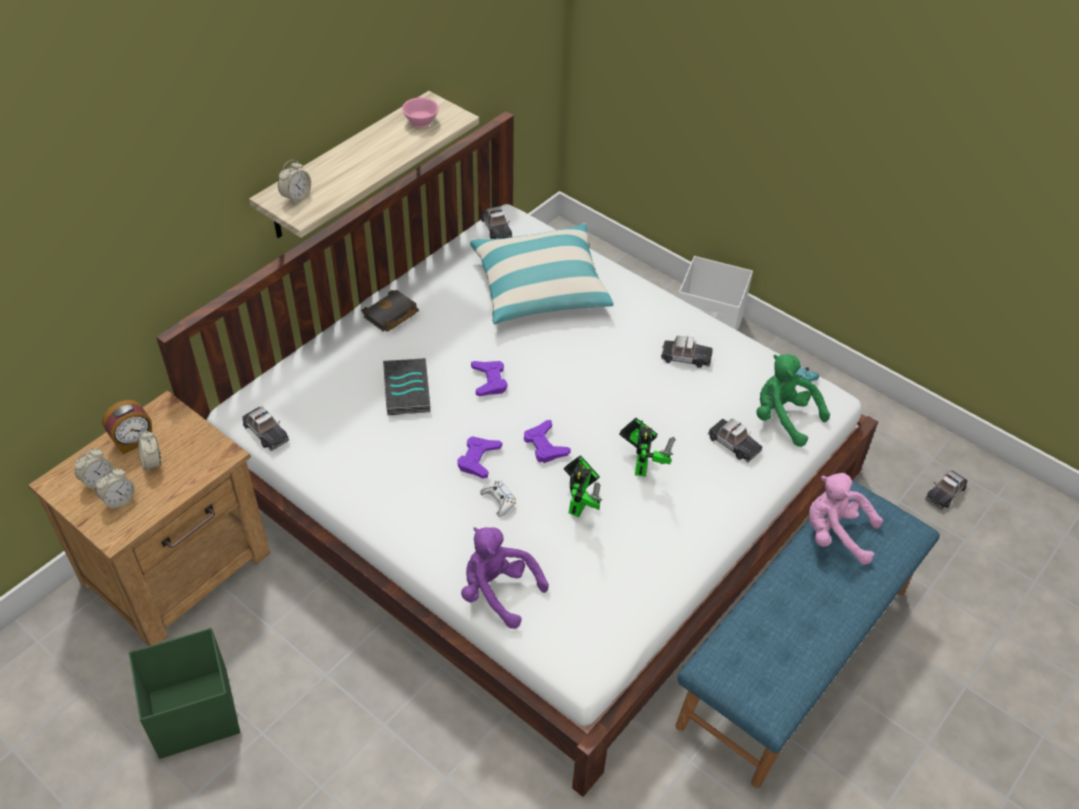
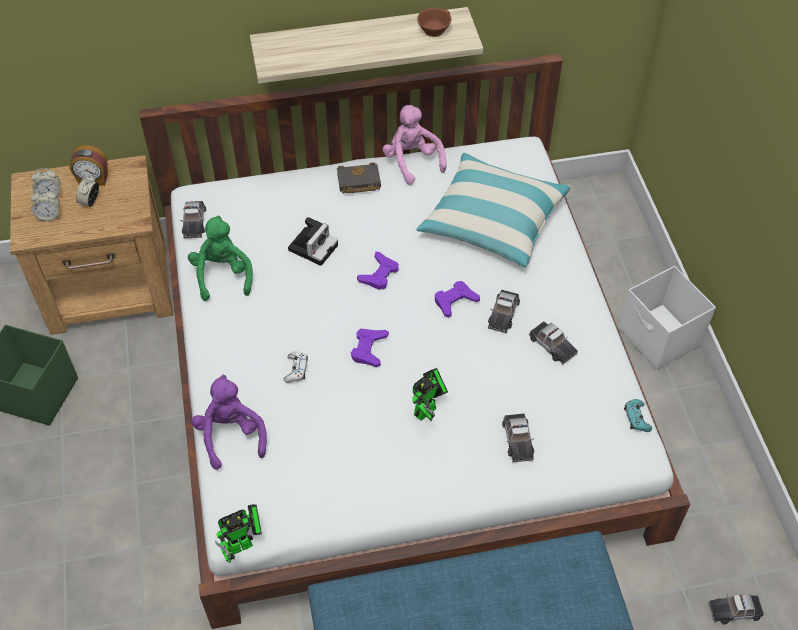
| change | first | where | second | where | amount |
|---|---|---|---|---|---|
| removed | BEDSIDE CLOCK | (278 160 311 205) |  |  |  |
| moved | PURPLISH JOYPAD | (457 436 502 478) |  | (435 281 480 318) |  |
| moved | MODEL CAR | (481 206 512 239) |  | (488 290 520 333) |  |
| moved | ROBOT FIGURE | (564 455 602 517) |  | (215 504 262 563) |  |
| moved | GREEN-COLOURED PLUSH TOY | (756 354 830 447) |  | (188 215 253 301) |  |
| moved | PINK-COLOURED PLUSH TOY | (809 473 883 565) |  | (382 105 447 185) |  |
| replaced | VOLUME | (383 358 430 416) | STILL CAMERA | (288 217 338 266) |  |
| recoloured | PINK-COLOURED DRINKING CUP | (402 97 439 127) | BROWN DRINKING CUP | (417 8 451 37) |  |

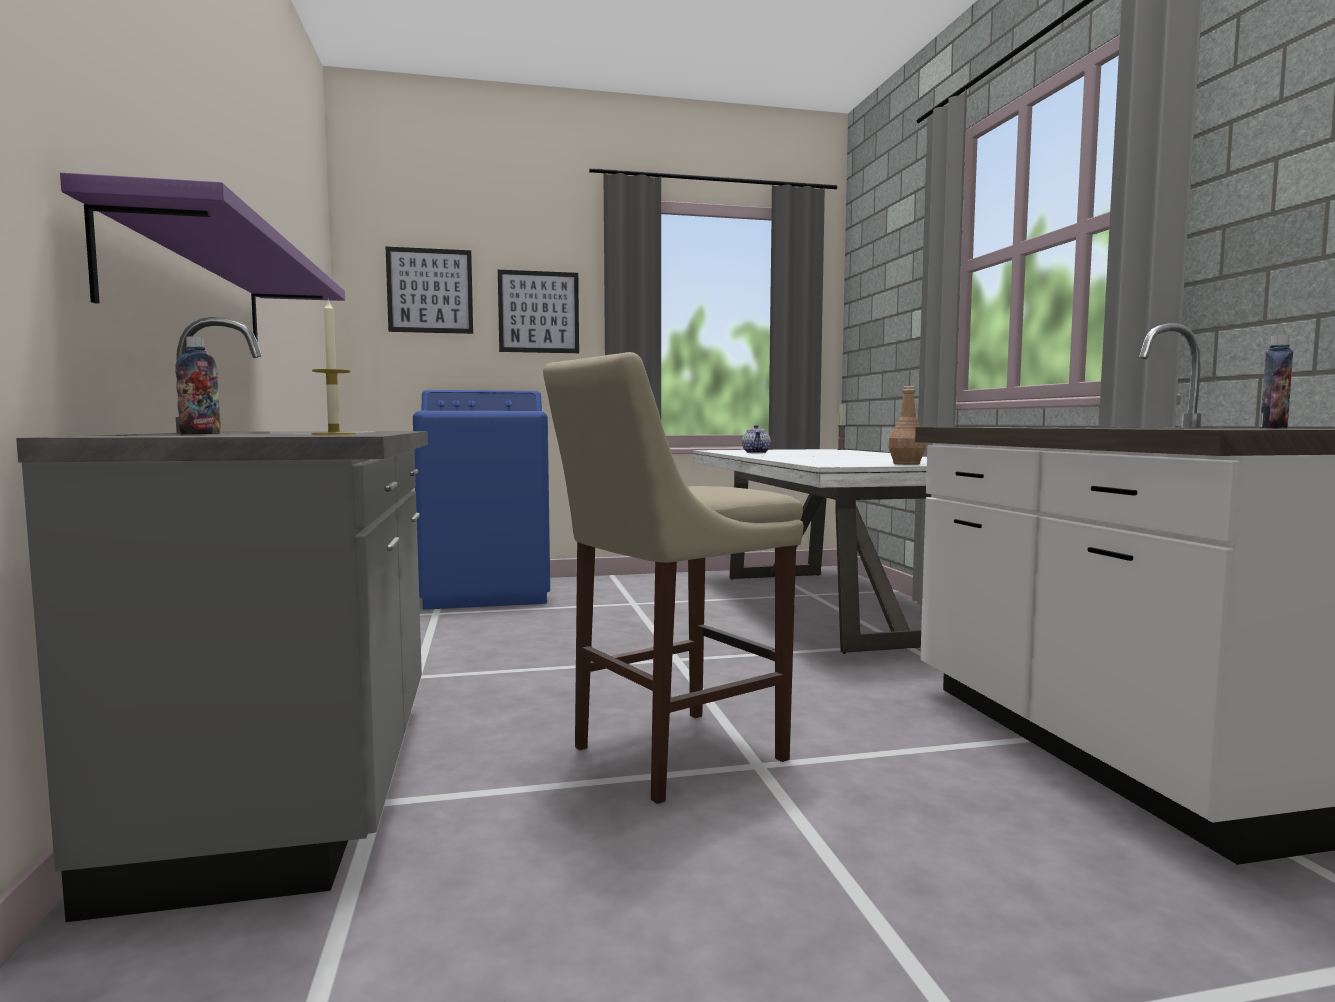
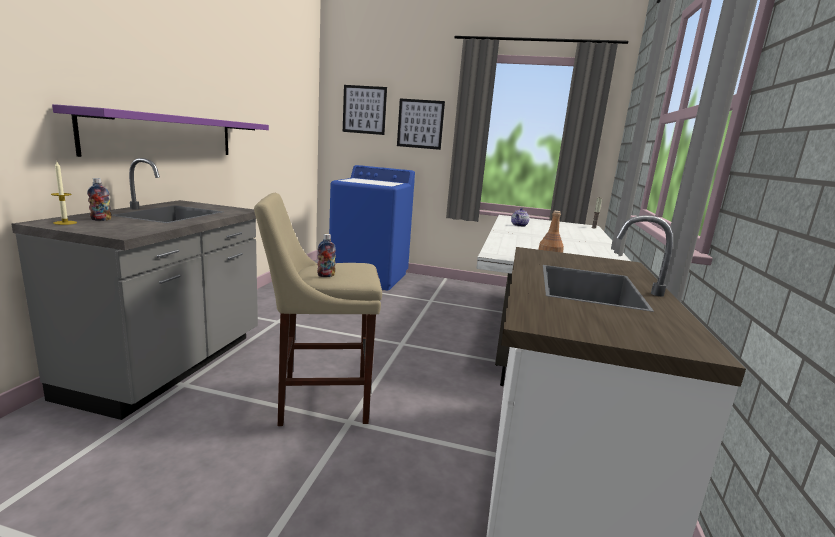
| change | first | where | second | where | amount |
|---|---|---|---|---|---|
| moved | WAX CANDLE | (312 298 356 435) |  | (51 162 77 225) |  |
| moved | BEVERAGE BOTTLE | (1260 335 1293 428) |  | (317 234 336 277) |  |

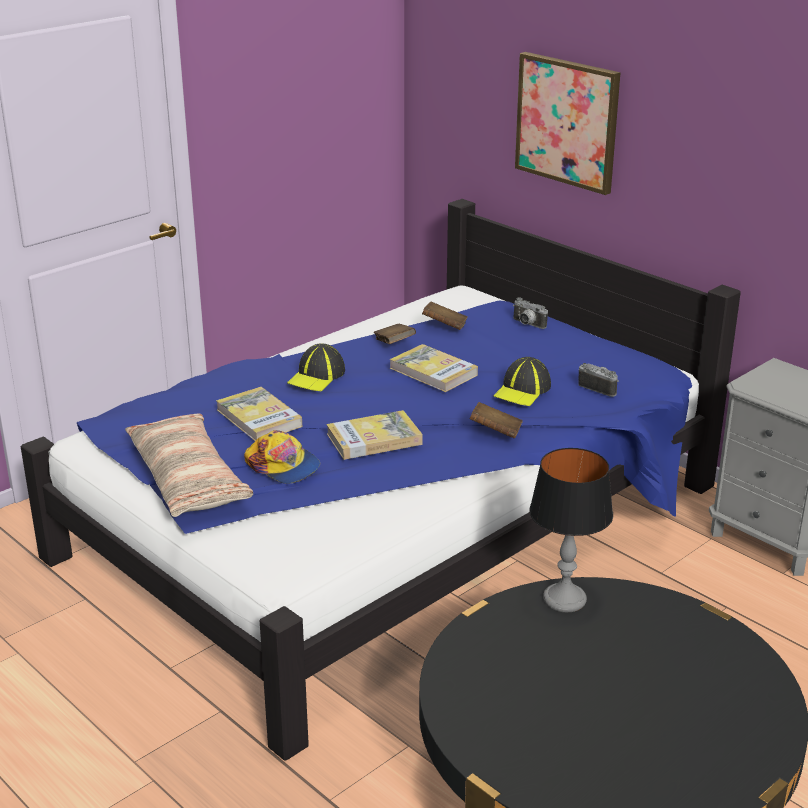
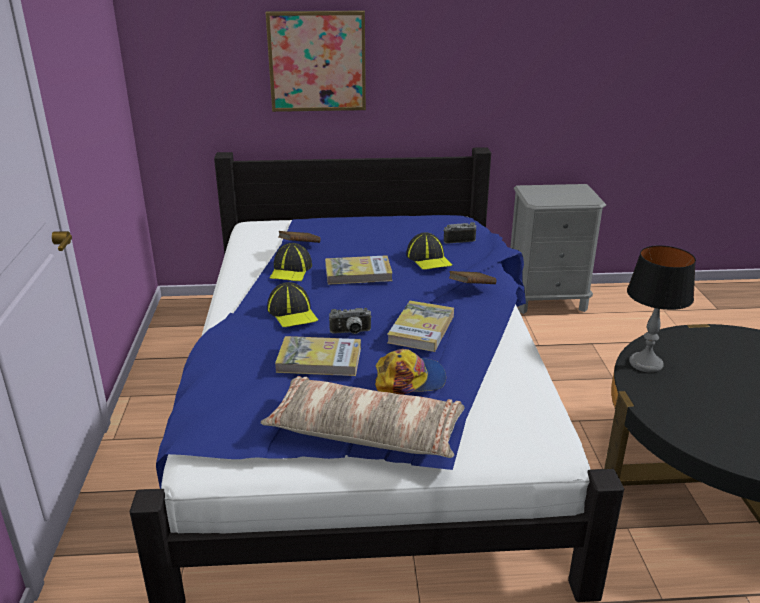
| change | first | where | second | where | amount |
|---|---|---|---|---|---|
| moved | STILL CAMERA | (513 297 548 329) |  | (329 308 372 334) |  |
| replaced | BROWN VOLUME | (373 324 416 344) | PEAKED CAP | (270 243 312 281) |  |

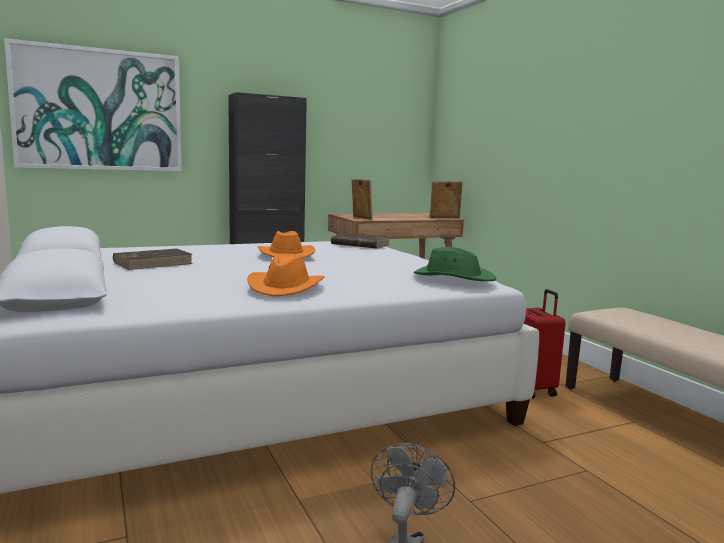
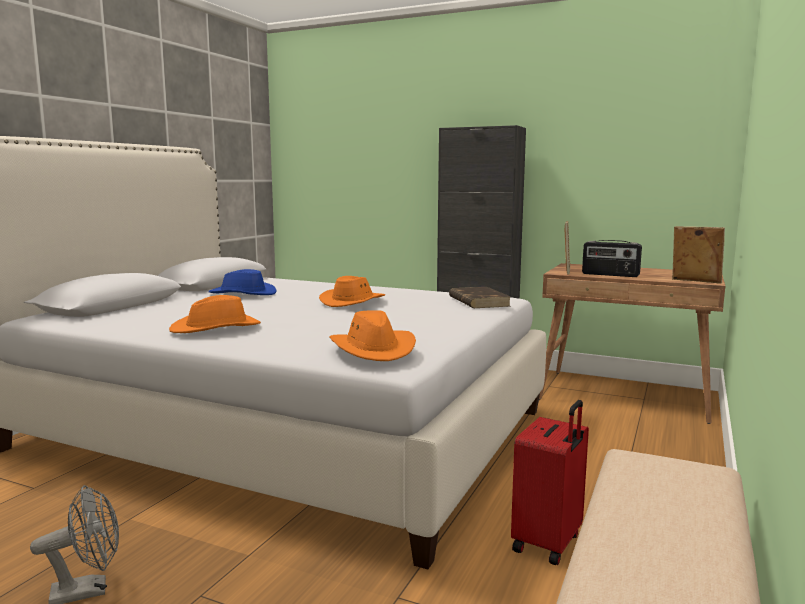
| change | first | where | second | where | amount |
|---|---|---|---|---|---|
| removed | PICTURE | (4 38 182 171) |  |  |  |
| added |  |  | RADIO RECEIVER | (582 240 642 277) |  |
| replaced | BROWN VOLUME | (113 248 193 270) | BLUISH HAT | (208 269 276 295) |  |
| recoloured | GREEN-COLOURED HAT | (414 247 496 281) | ORANGE HAT | (329 310 416 361) |  |

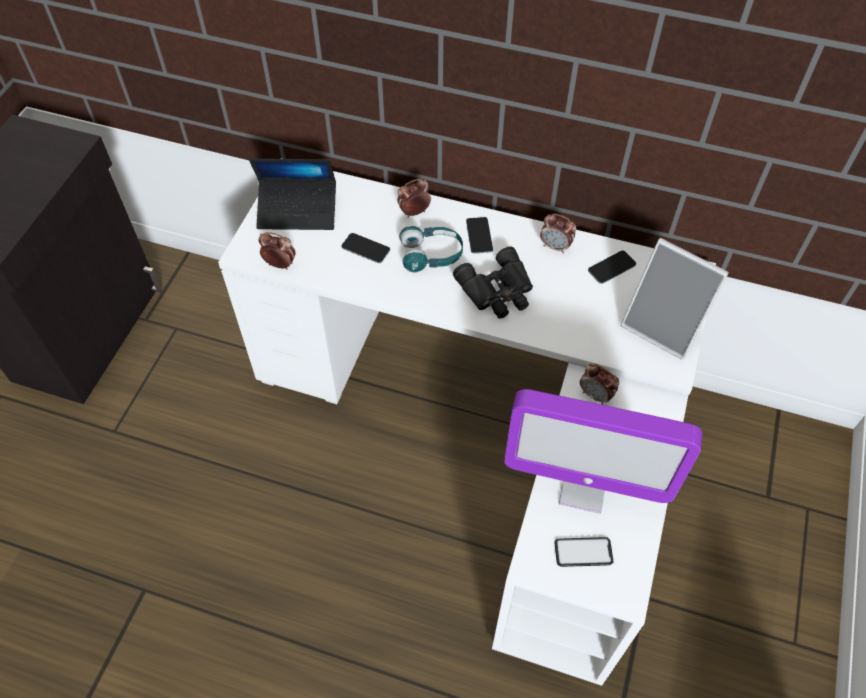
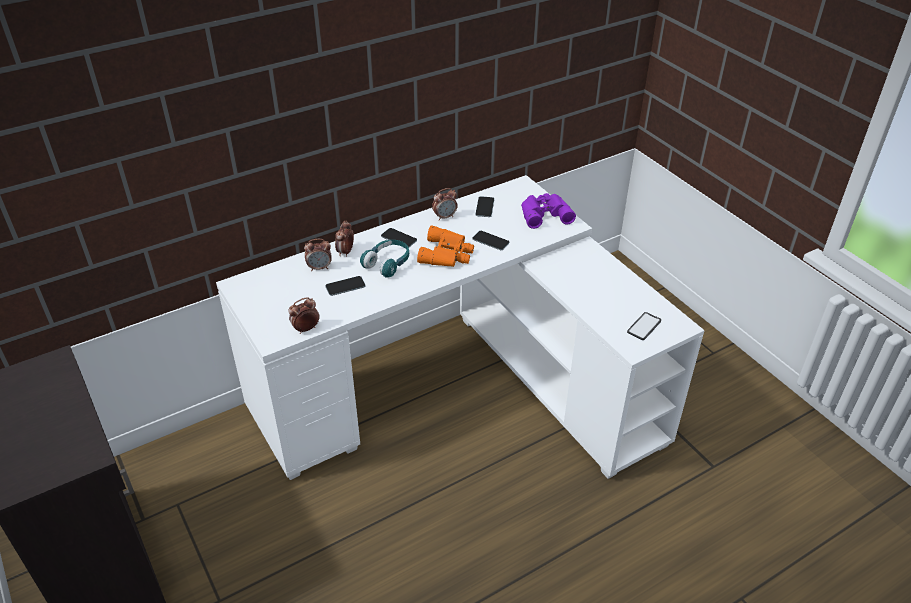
| change | first | where | second | where | amount |
|---|---|---|---|---|---|
| removed | NOTEBOOK COMPUTER | (249 159 336 230) |  |  |  |
| removed | COMPUTER SCREEN | (504 389 702 514) |  |  |  |
| added |  |  | PHONE | (472 231 509 250) |  |
| moved | BEDSIDE CLOCK | (580 363 619 405) |  | (304 239 332 271) |  |
| replaced | PICTURE FRAME | (621 238 729 360) | PURPLISH FIELD GLASSES | (521 193 576 229) |  |
| recoloured | BLACKISH FIELD GLASSES | (453 247 533 319) | ORANGE FIELD GLASSES | (417 226 474 267) |  |

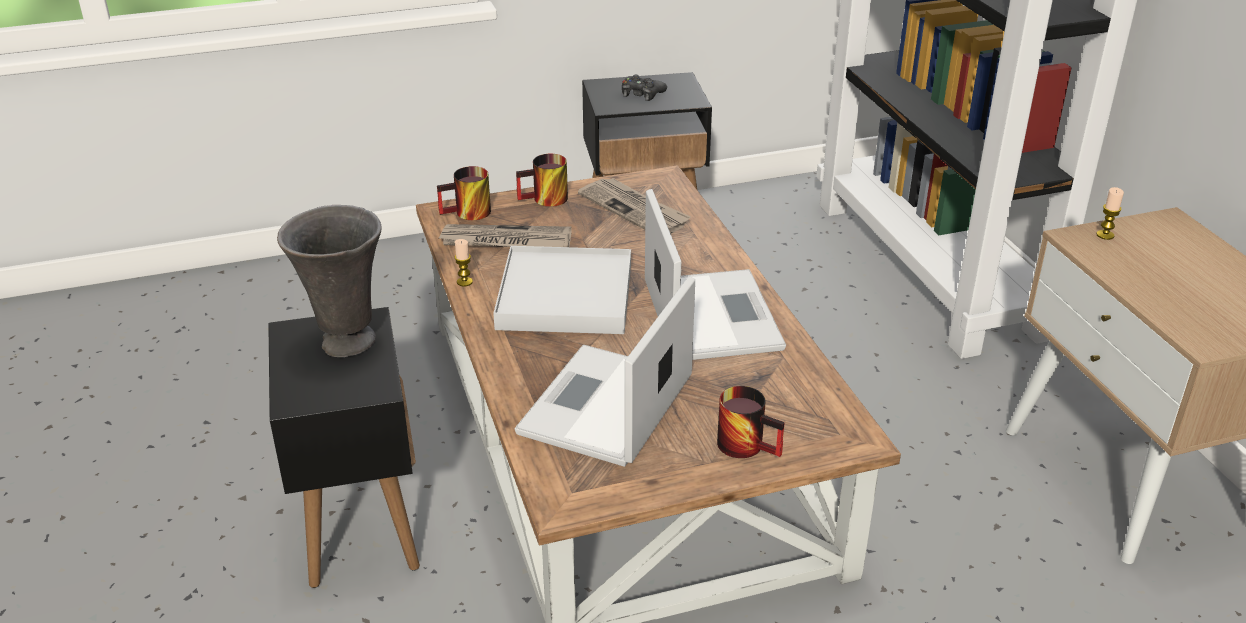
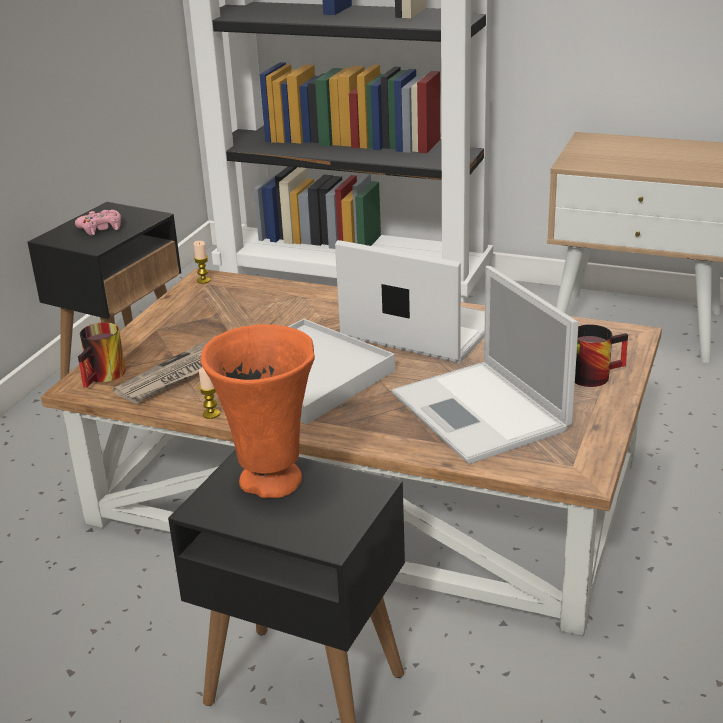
| change | first | where | second | where | amount |
|---|---|---|---|---|---|
| removed | MUG | (516 154 568 207) |  |  |  |
| removed | PRINTED PAPER | (578 178 691 234) |  |  |  |
| moved | WAX CANDLE | (1096 187 1124 240) |  | (193 241 211 284) |  |
| recoloured | GREY VASE | (277 205 382 357) | ORANGE VASE | (201 324 315 498) |  |
| recoloured | BLACKISH JOYPAD | (622 75 667 101) | PINK-COLOURED JOYPAD | (75 210 121 235) |  |

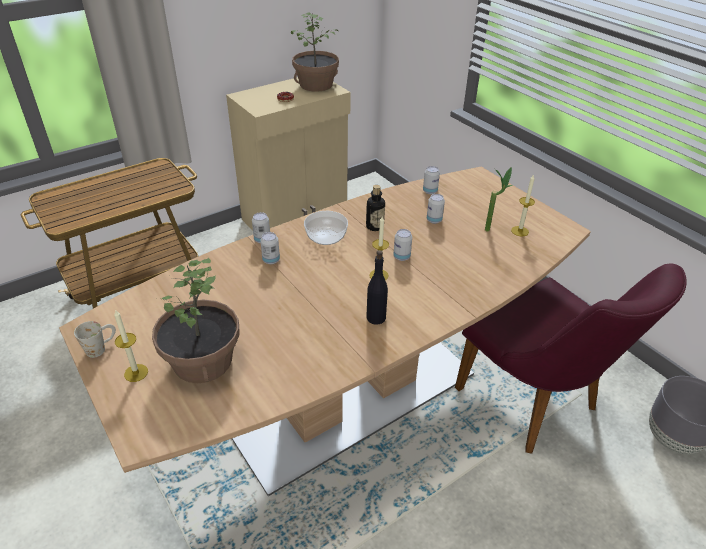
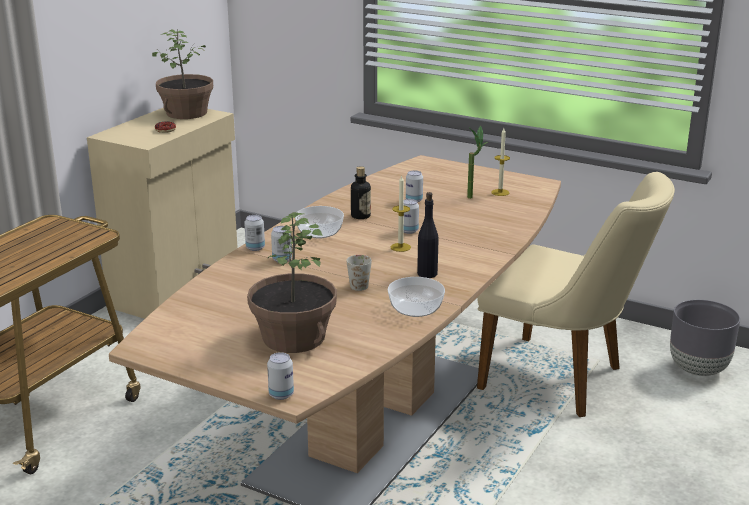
| change | first | where | second | where | amount |
|---|---|---|---|---|---|
| removed | WAX CANDLE | (114 309 148 382) |  |  |  |
| added |  |  | SERVING BOWL | (388 277 445 317) |  |
| moved | WHITE MUG | (74 321 116 358) |  | (346 255 372 291) |  |
| moved | METAL CAN | (423 166 440 194) |  | (267 352 294 400) |  |
| recoloured | PURPLISH CHAIR | (455 263 687 454) | BEIGE CHAIR | (477 172 675 417) |  |

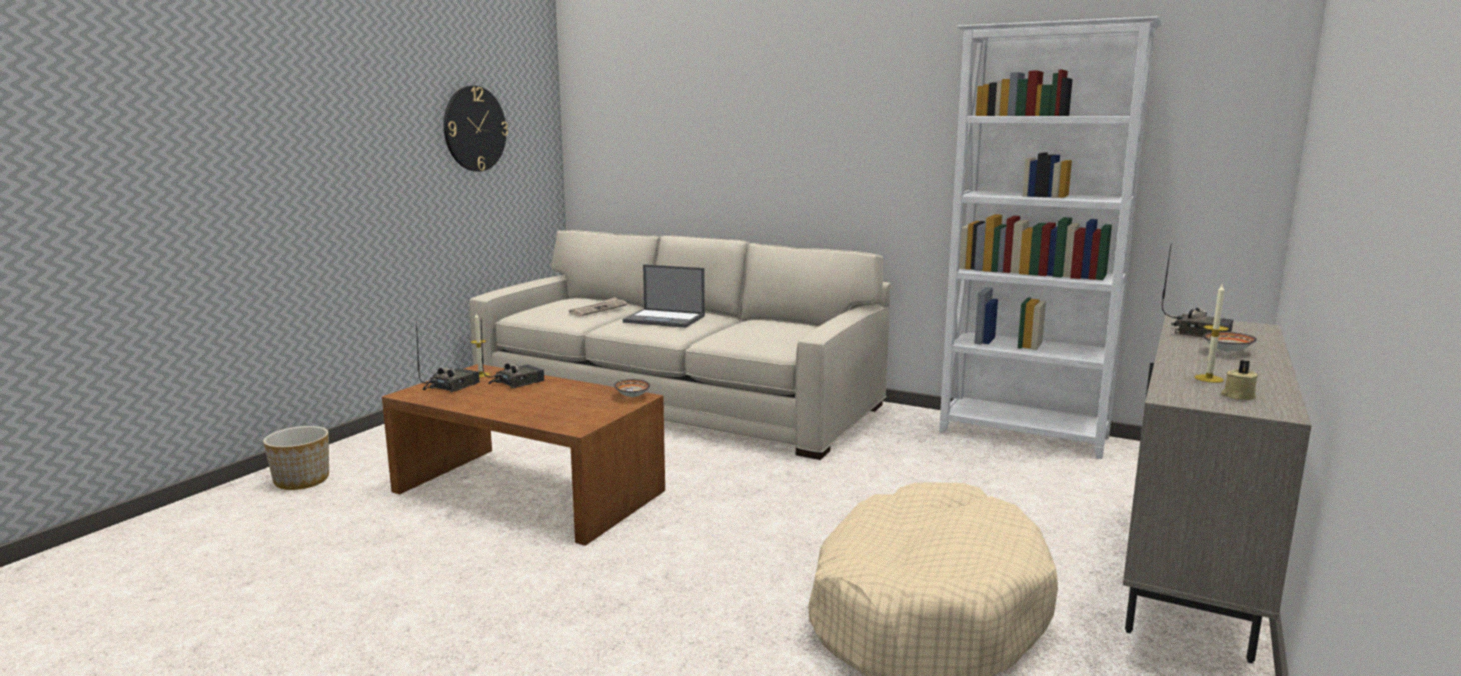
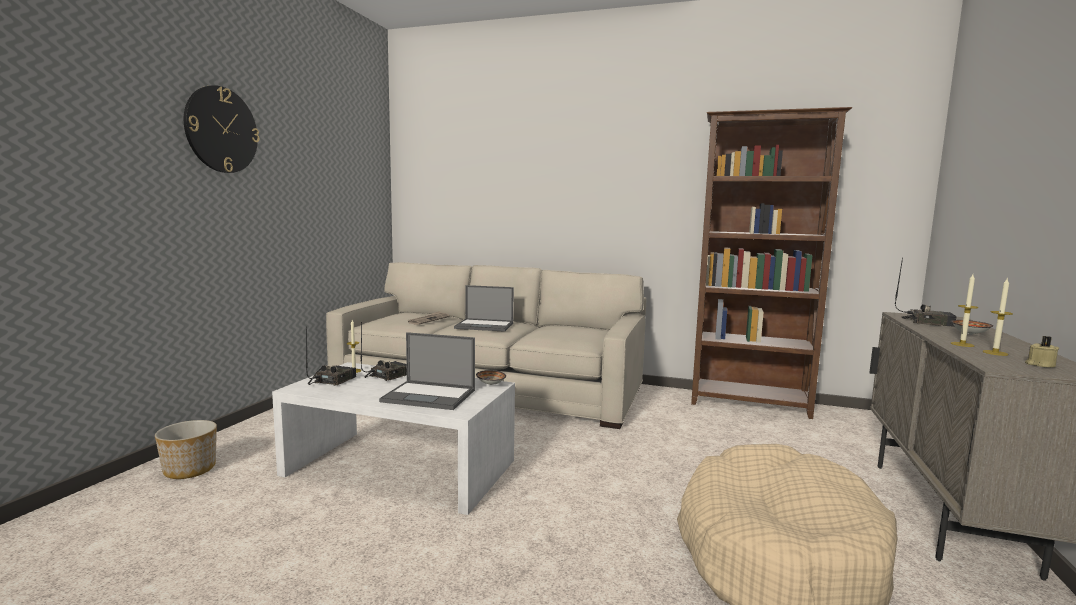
| change | first | where | second | where | amount |
|---|---|---|---|---|---|
| added |  |  | NOTEBOOK COMPUTER | (379 332 475 410) |  |
| added |  |  | WAX CANDLE | (951 275 979 347) |  |
| moved | CLOCK ON THE WALL | (444 86 508 172) |  | (184 85 259 173) |  |
| recoloured | BROWN LOW TABLE | (382 364 665 546) | WHITE LOW TABLE | (272 362 515 515) |  |
| recoloured | WHITE SHELVING UNIT | (939 16 1162 459) | BROWN SHELVING UNIT | (691 107 852 419) |  |

